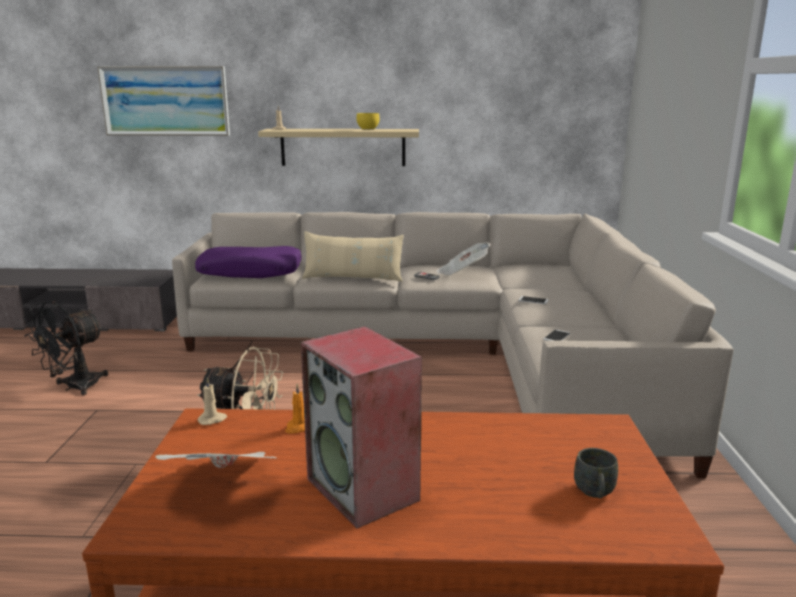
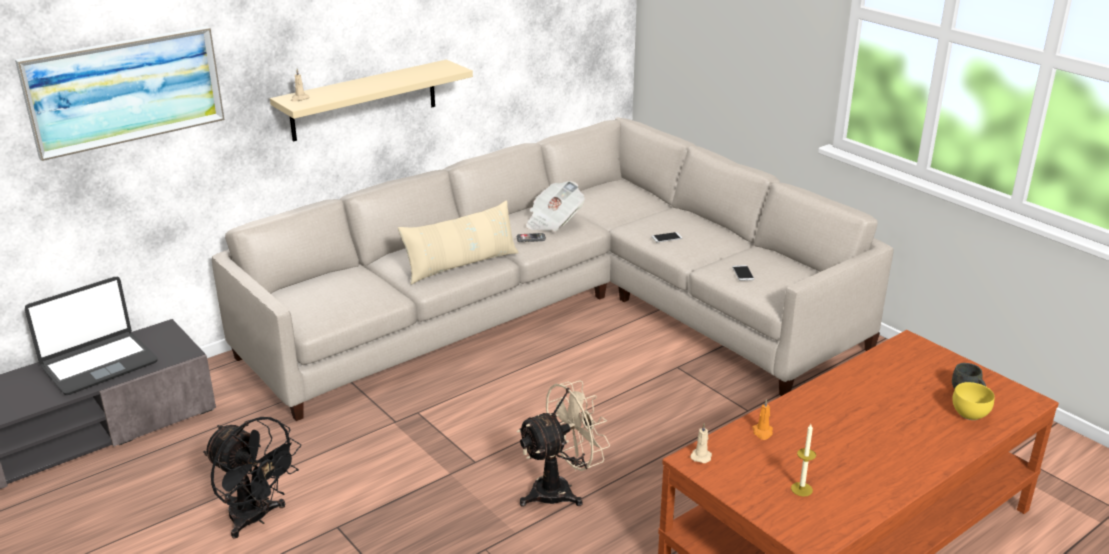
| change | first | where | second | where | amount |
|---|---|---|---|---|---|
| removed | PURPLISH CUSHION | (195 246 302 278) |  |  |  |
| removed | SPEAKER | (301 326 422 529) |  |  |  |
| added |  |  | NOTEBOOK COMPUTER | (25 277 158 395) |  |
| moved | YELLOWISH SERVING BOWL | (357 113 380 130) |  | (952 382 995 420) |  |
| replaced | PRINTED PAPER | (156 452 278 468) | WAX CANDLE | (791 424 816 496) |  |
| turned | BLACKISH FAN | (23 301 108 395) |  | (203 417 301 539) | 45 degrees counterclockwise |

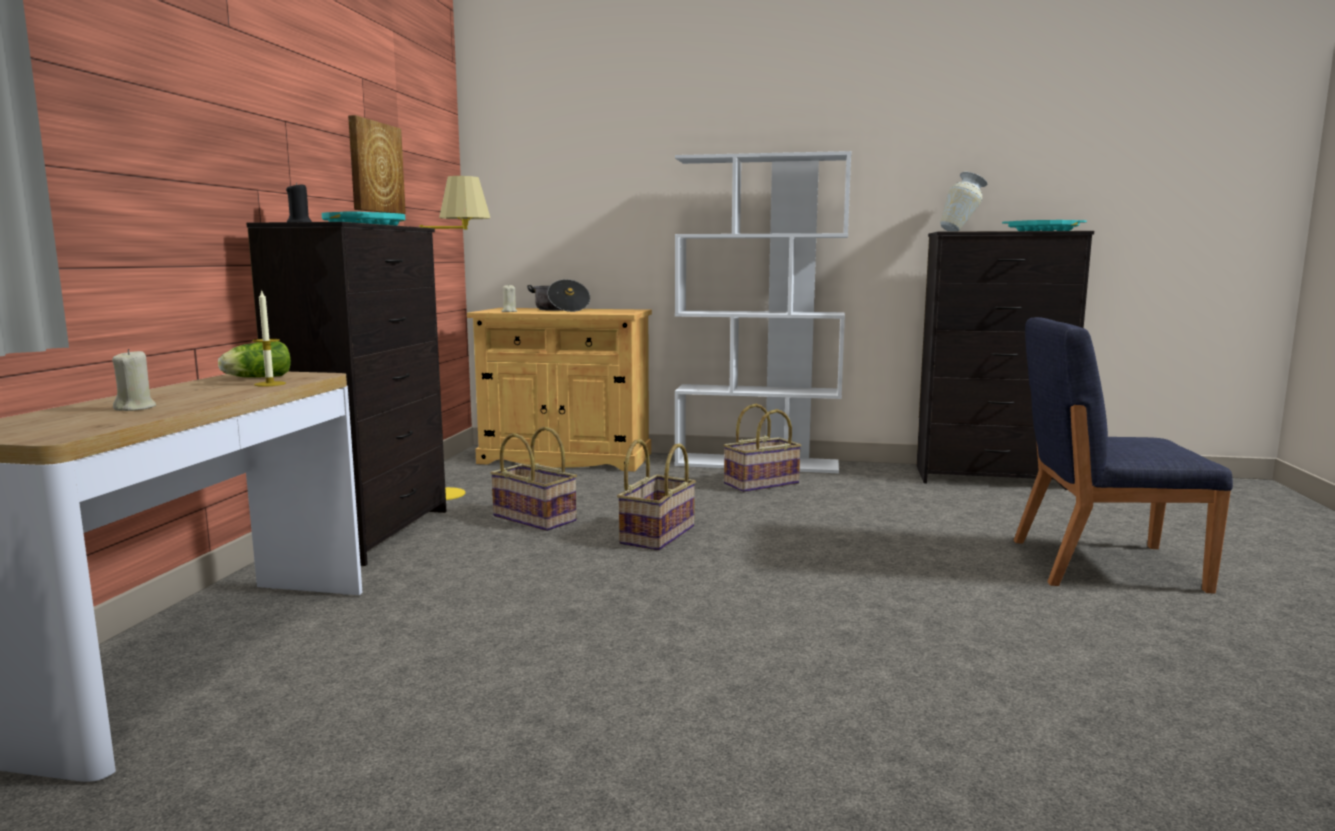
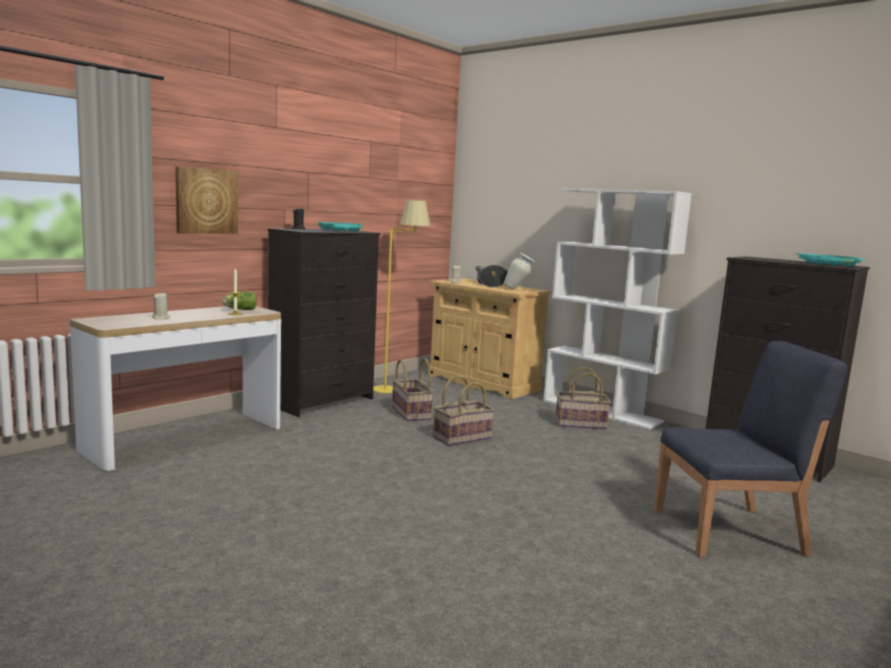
| change | first | where | second | where | amount |
|---|---|---|---|---|---|
| moved | PICTURE | (348 115 406 214) |  | (176 167 238 234) |  |
| moved | VASE | (940 172 987 232) |  | (504 252 535 289) |  |
| turned | BLUISH CHAIR | (1014 317 1233 594) |  | (654 341 847 557) | 135 degrees clockwise |

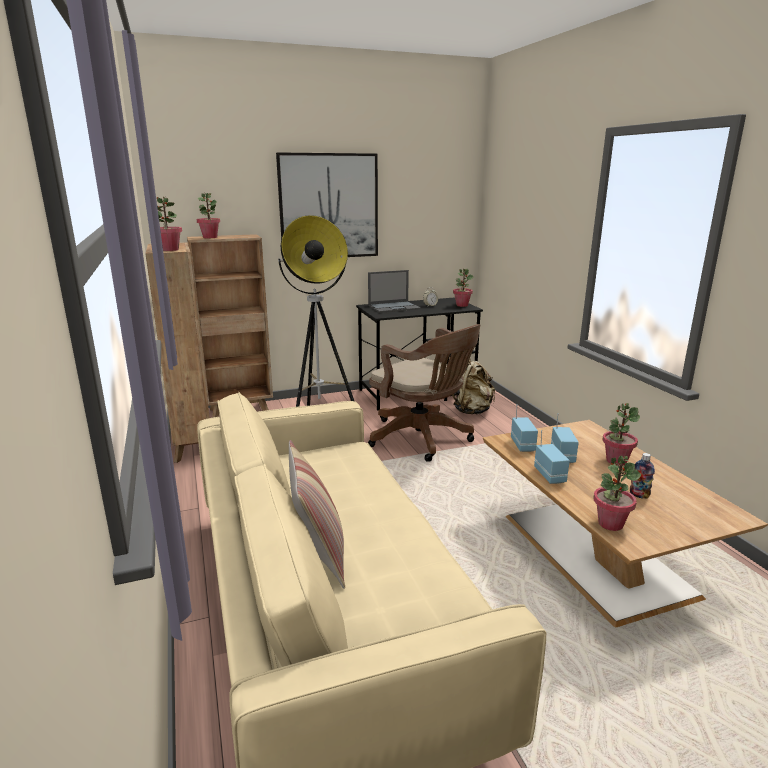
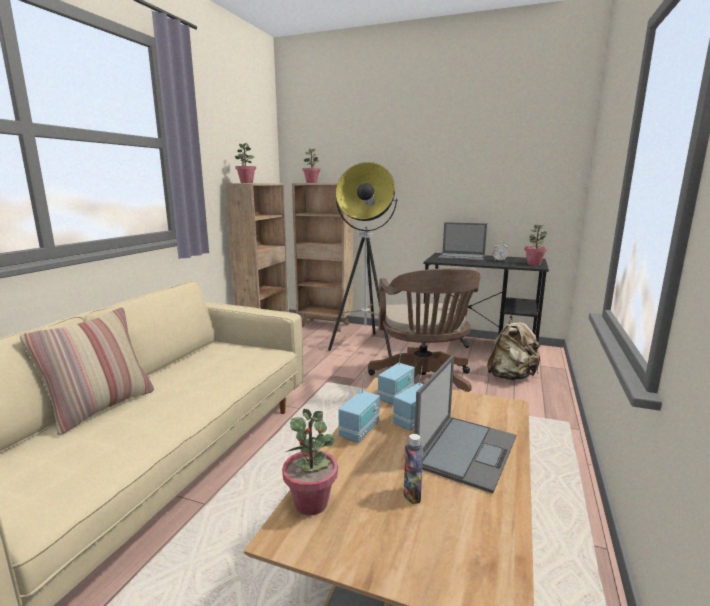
| change | first | where | second | where | amount |
|---|---|---|---|---|---|
| removed | PICTURE | (276 152 378 257) |  |  |  |
| replaced | HOUSEPLANT | (603 403 640 466) | NOTEBOOK COMPUTER | (415 355 516 493) |  |

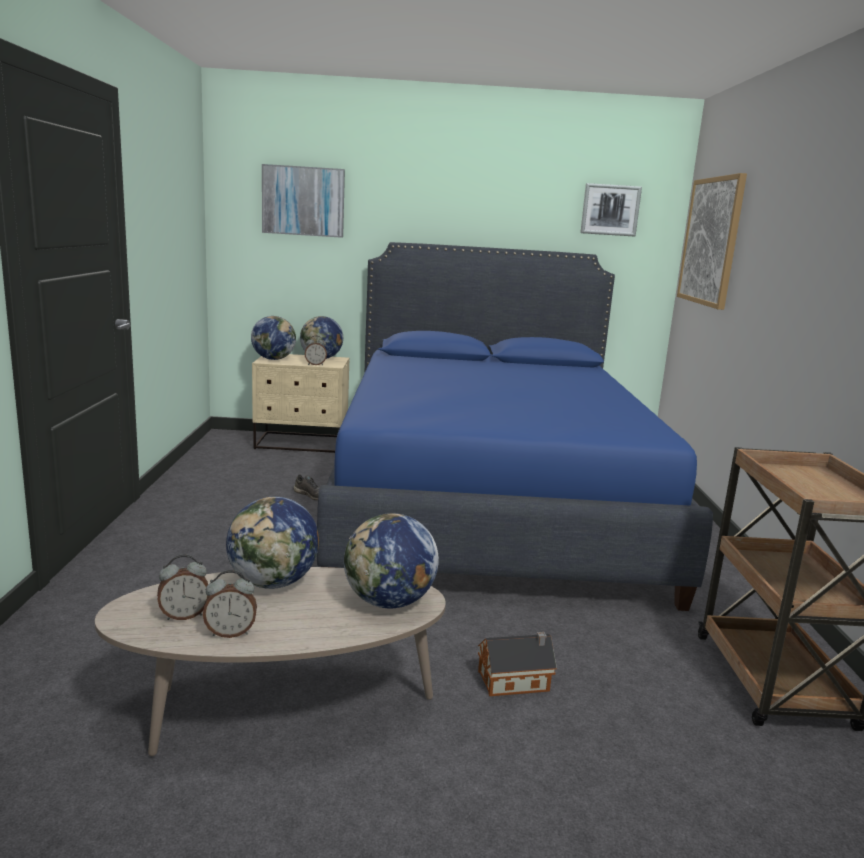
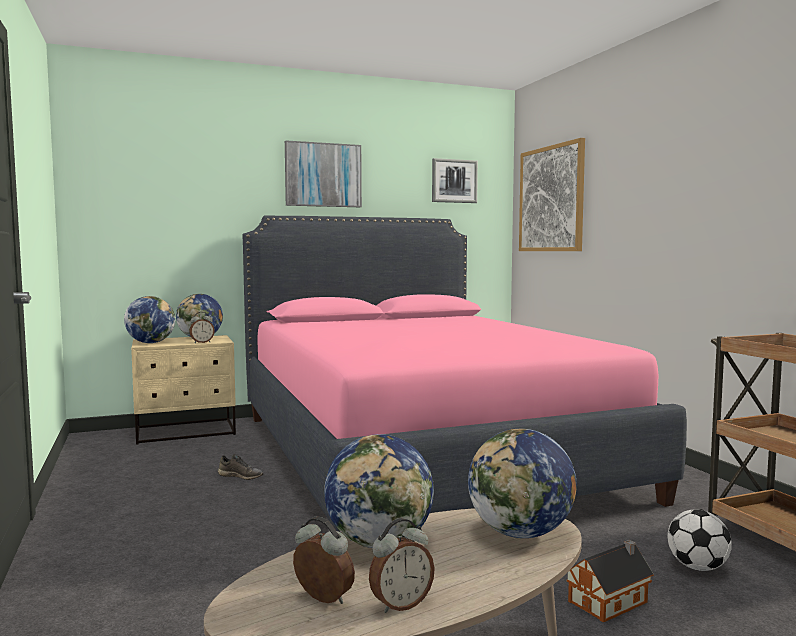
| change | first | where | second | where | amount |
|---|---|---|---|---|---|
| added |  |  | BALL FOR FOOTBALL | (668 509 732 571) |  |
| moved | PICTURE | (262 164 345 238) |  | (285 140 362 207) |  |
| recoloured | BLUISH BEDROOM BED | (317 242 713 611) | PINK-COLOURED BEDROOM BED | (243 216 687 532) |  |
| turned | BEDSIDE CLOCK | (157 555 208 620) |  | (293 517 355 604) | 105 degrees counterclockwise |

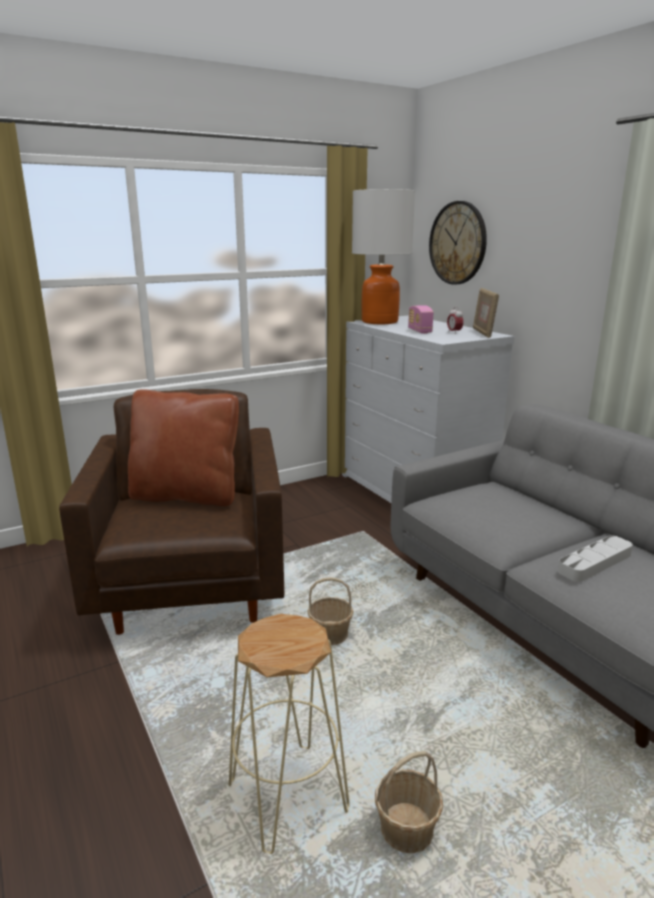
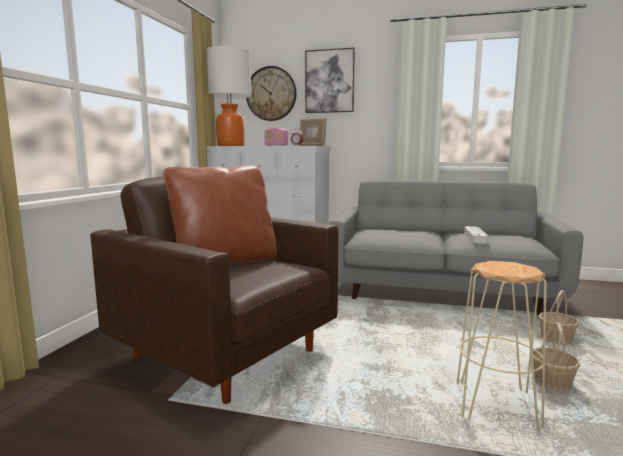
| change | first | where | second | where | amount |
|---|---|---|---|---|---|
| added |  |  | PICTURE | (305 47 355 113) |  |
| moved | BASKET | (307 577 353 645) |  | (539 290 579 345) |  |

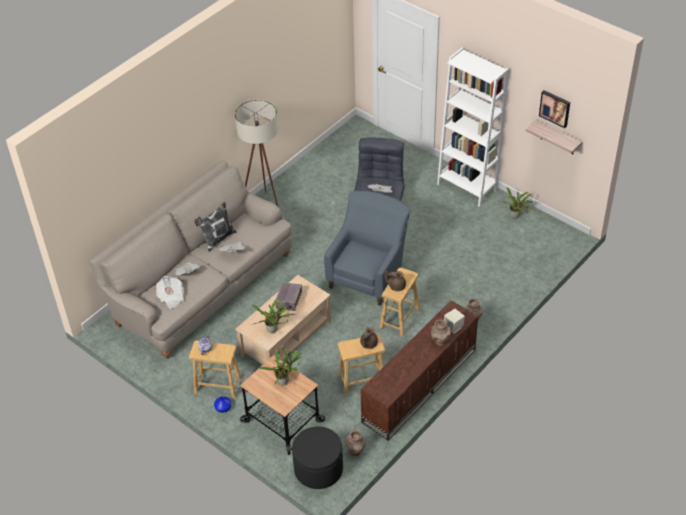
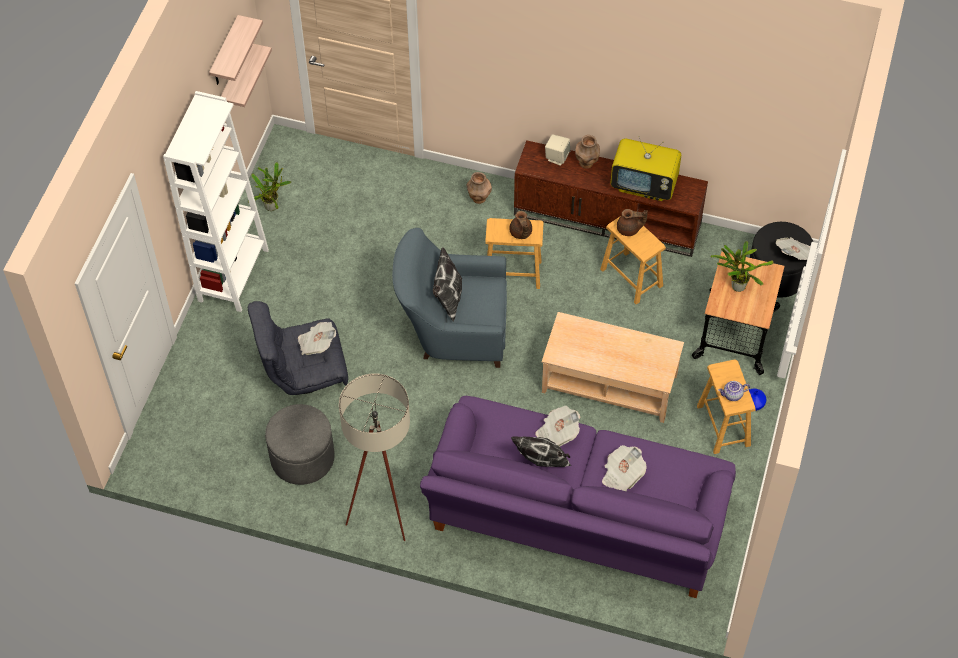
| change | first | where | second | where | amount |
|---|---|---|---|---|---|
| removed | HOUSEPLANT | (251 299 295 333) |  |  |  |
| removed | RADIO RECEIVER | (276 283 302 311) |  |  |  |
| removed | BROWN VASE | (345 430 366 456) |  |  |  |
| added |  |  | GREY FOOTREST | (265 404 335 485) |  |
| added |  |  | CUSHION | (433 248 462 322) |  |
| added |  |  | TV SET | (610 136 681 201) |  |
| moved | PRINTED PAPER | (156 276 185 309) |  | (776 237 810 260) |  |
| replaced | PICTURE | (539 90 570 128) | BRACKET SHELF | (209 15 263 85) |  |
| recoloured | BEIGE SETTEE | (89 160 292 358) | PURPLISH SETTEE | (420 396 736 598) |  |

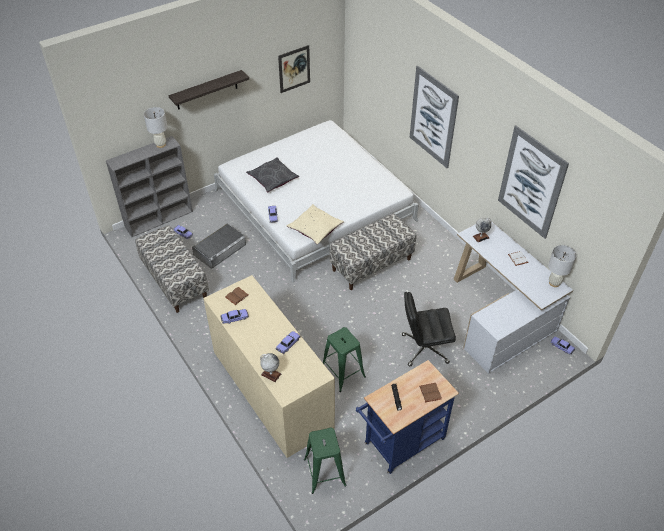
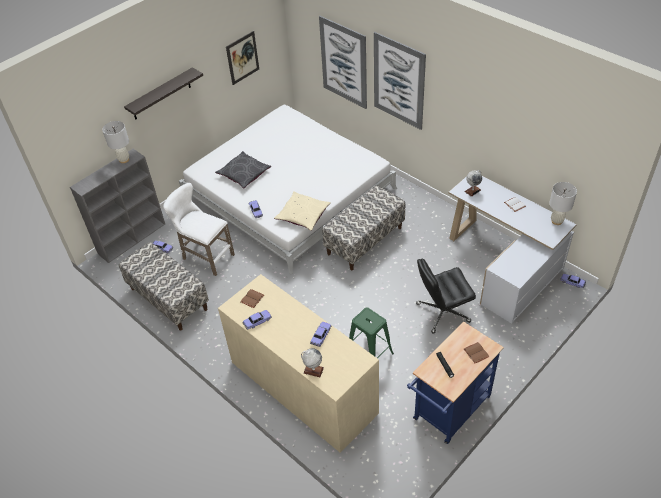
| change | first | where | second | where | amount |
|---|---|---|---|---|---|
| removed | GREEN-COLOURED STOOL | (304 428 346 494) |  |  |  |
| moved | PICTURE | (498 125 569 239) |  | (319 16 367 109) |  |
| replaced | GREY STORAGE BOX | (192 224 246 269) | WHITE STOOL | (163 183 235 276) |  |

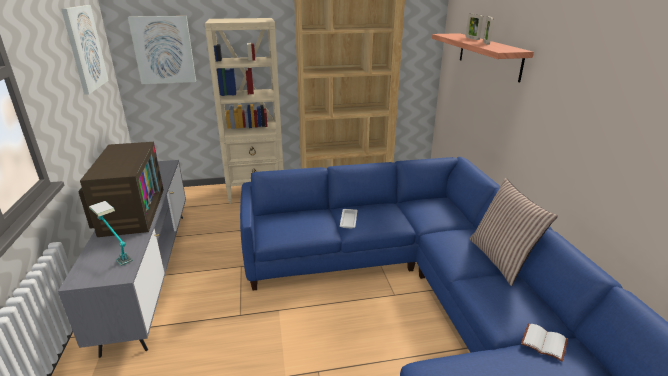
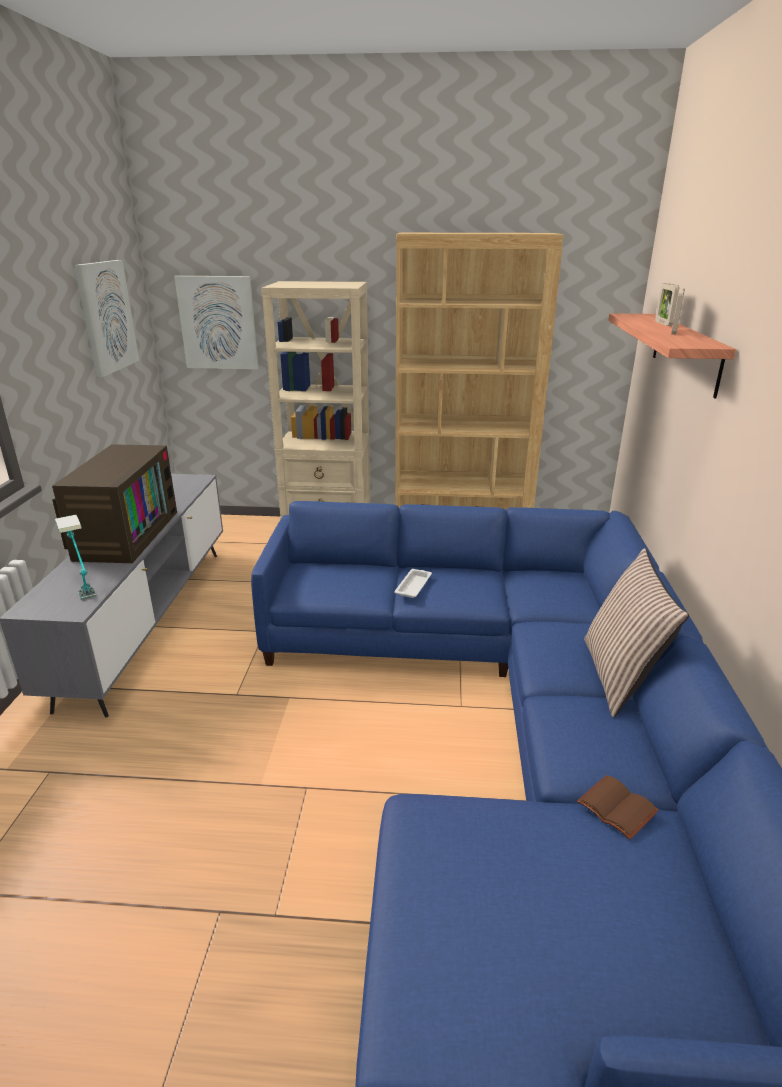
| change | first | where | second | where | amount |
|---|---|---|---|---|---|
| recoloured | WHITE VOLUME | (521 323 568 362) | BROWN VOLUME | (577 775 659 840) |  |

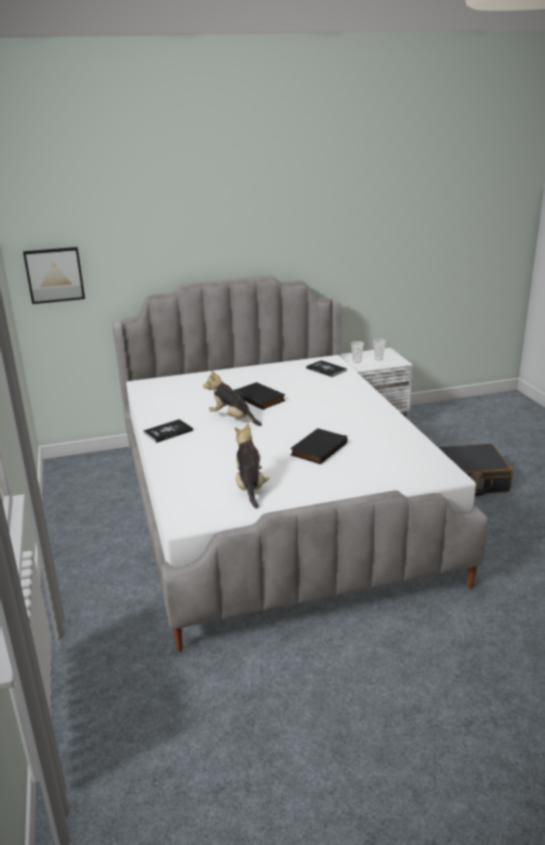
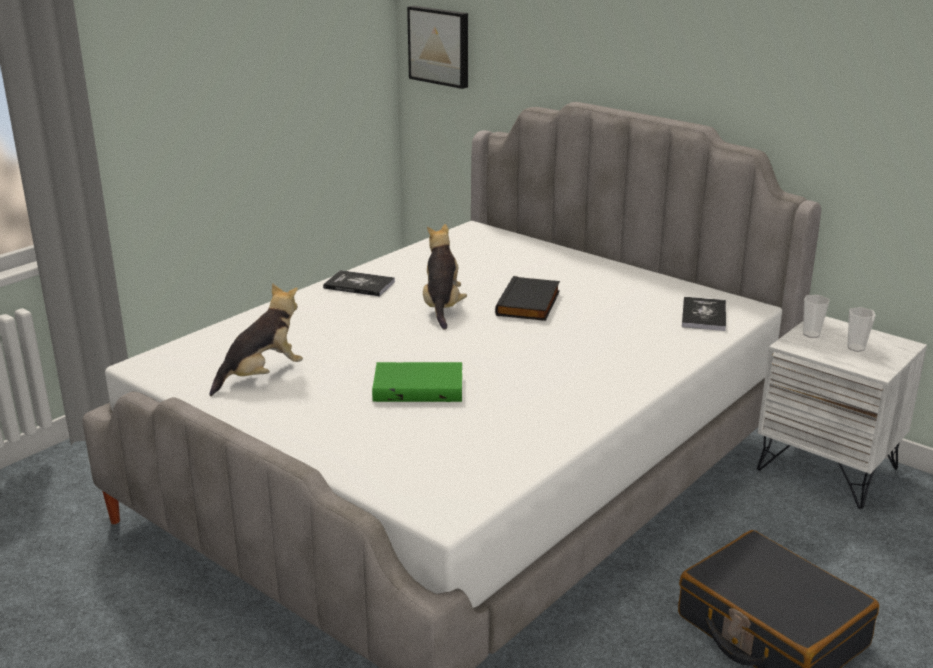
| change | first | where | second | where | amount |
|---|---|---|---|---|---|
| recoloured | BLACKISH VOLUME | (290 428 348 464) | GREEN-COLOURED VOLUME | (372 362 462 402) |  |

